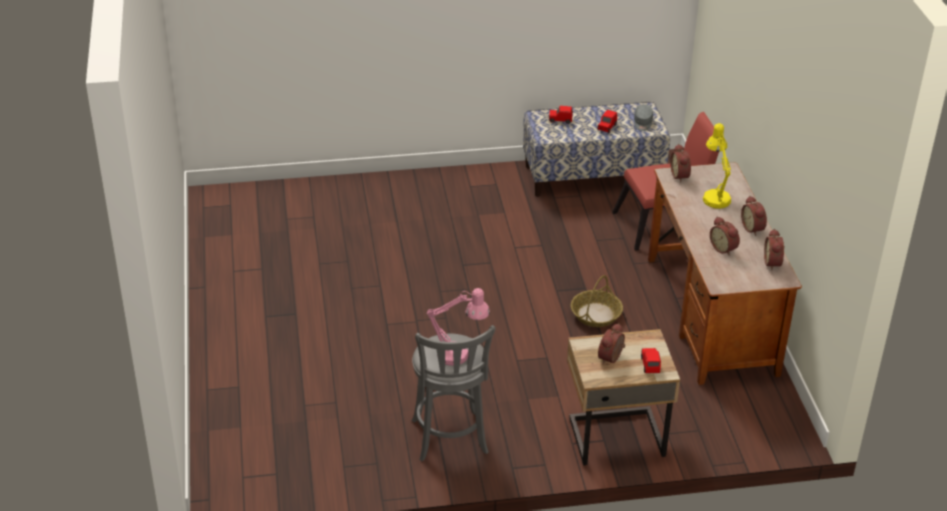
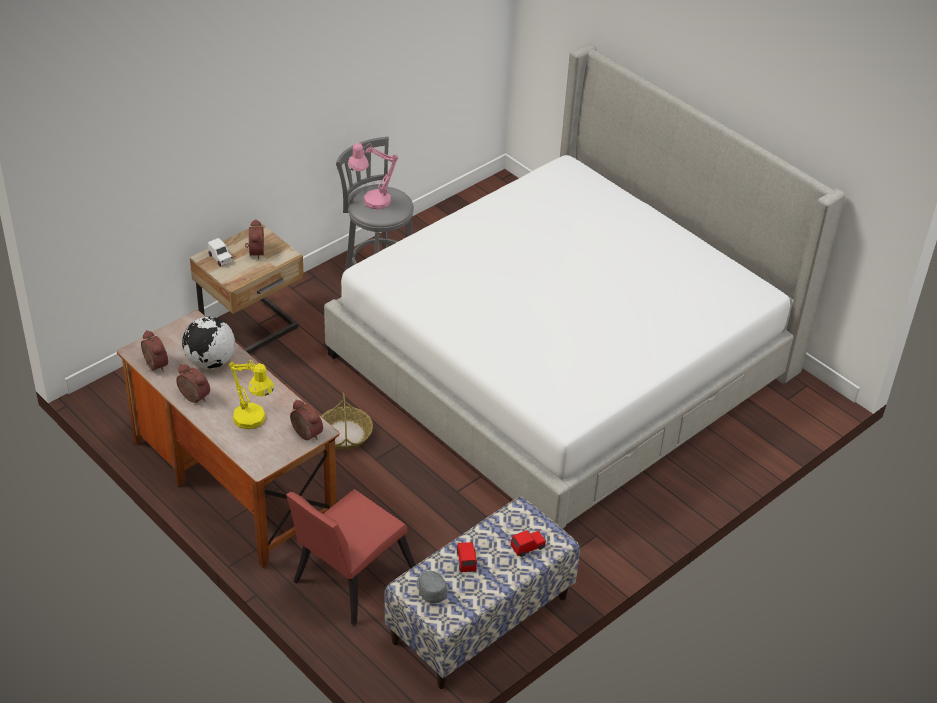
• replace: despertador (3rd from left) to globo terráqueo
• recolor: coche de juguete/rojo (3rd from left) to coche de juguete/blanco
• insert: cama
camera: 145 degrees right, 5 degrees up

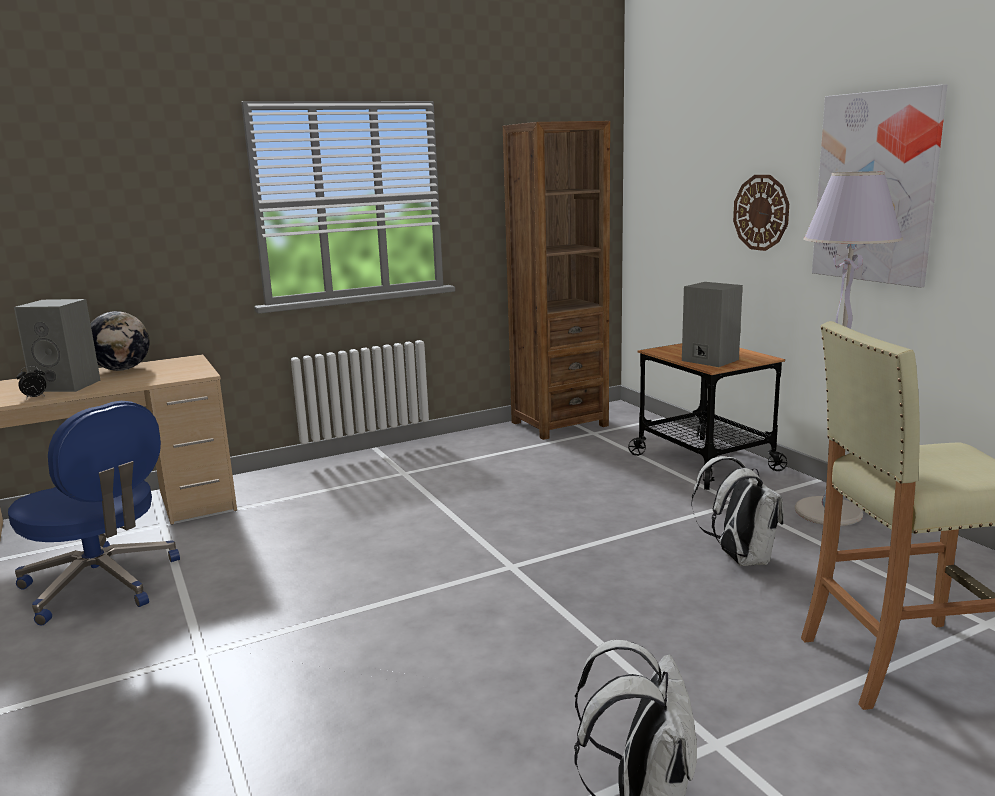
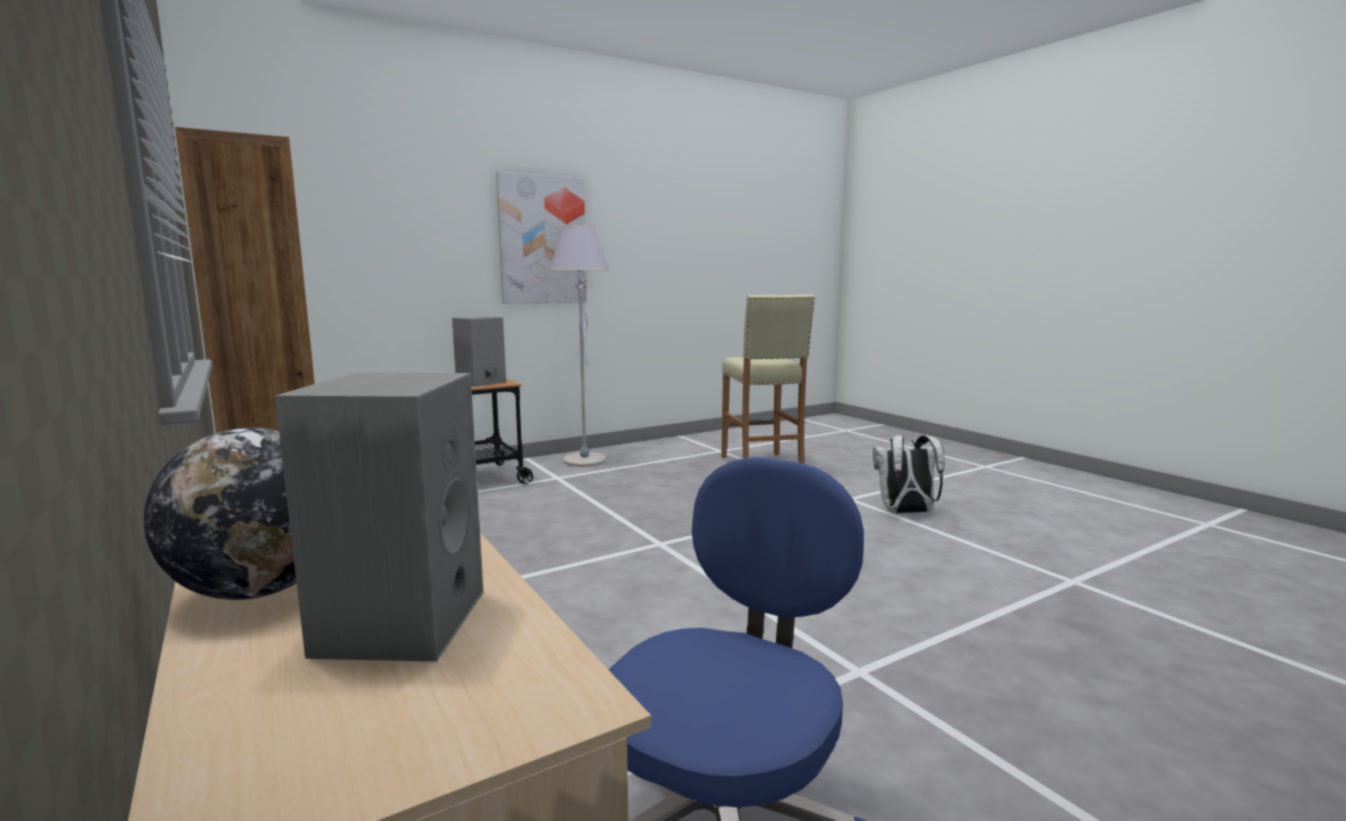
• delete: despertador
• delete: mochila/blanco (2nd from left)
• delete: reloj de pared
camera: 95 degrees left, 5 degrees down

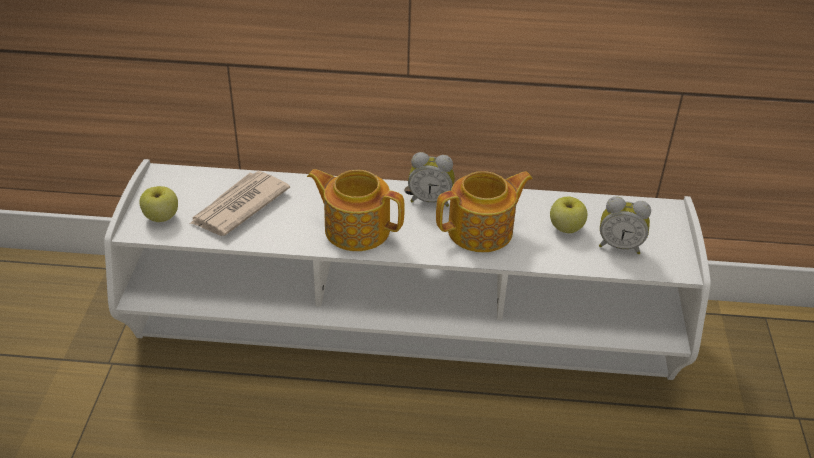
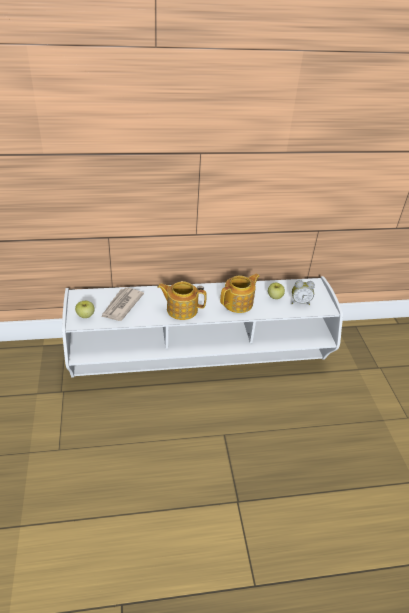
• delete: despertador (1st from left)
camera: 15 degrees left, 0 degrees up

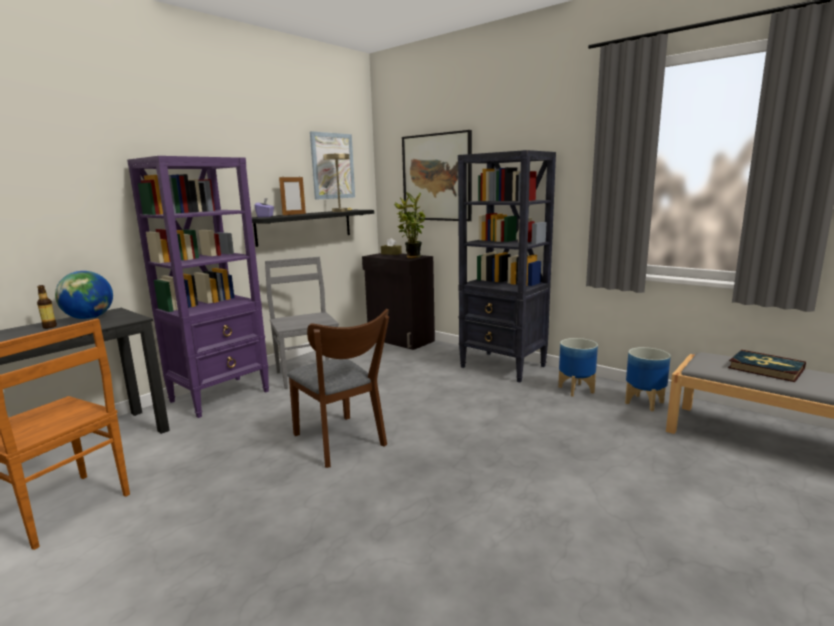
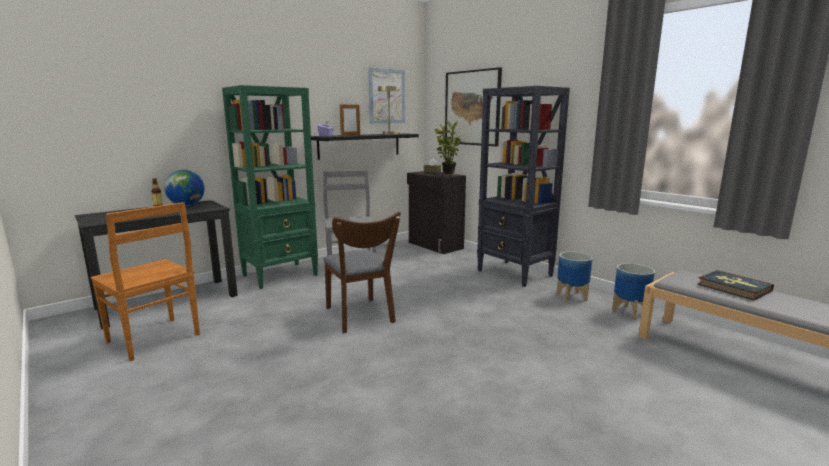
• recolor: estantería/morado to estantería/verde
camera: 10 degrees right, 0 degrees up

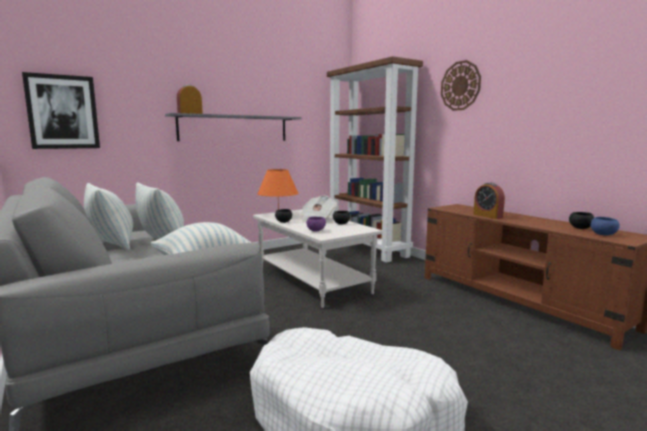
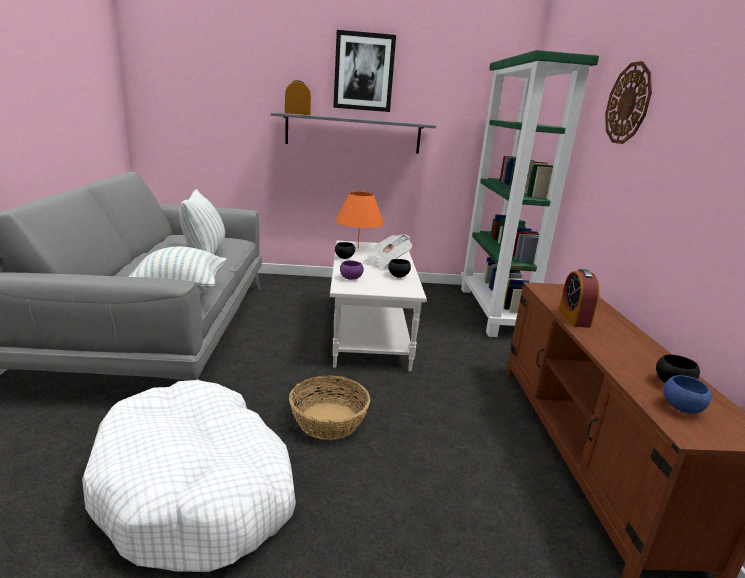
• insert: cesta
• move: cuadro
• recolor: estantería/marrón to estantería/verde
• delete: cojín (1st from left)
camera: 30 degrees right, 10 degrees up

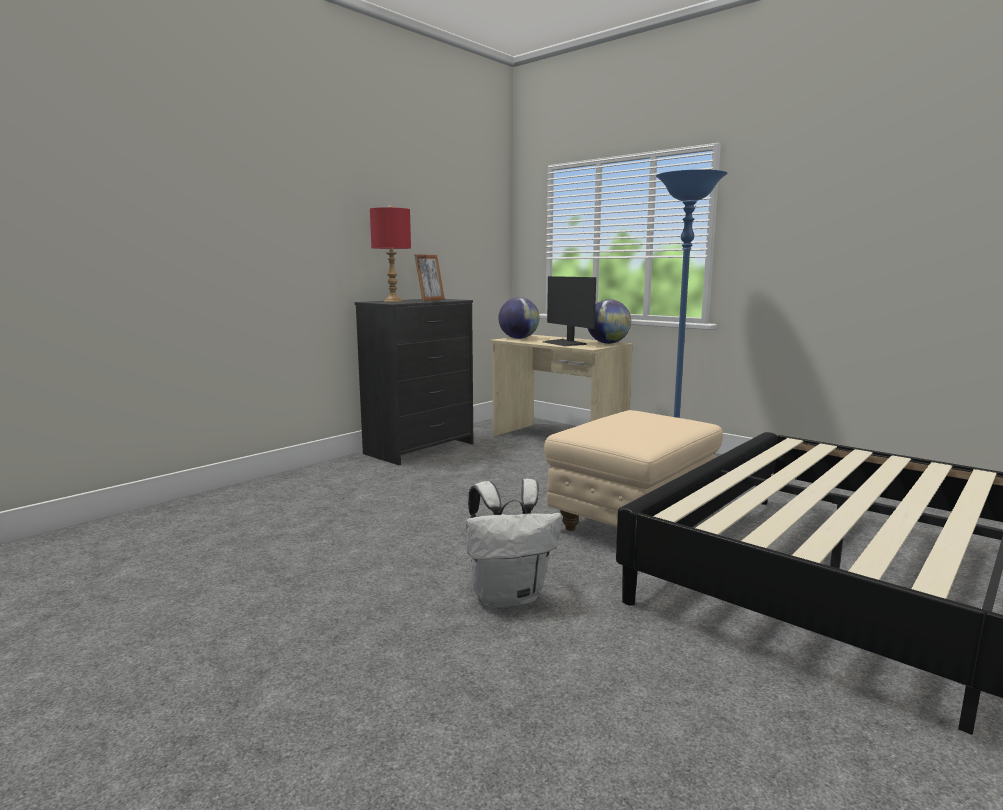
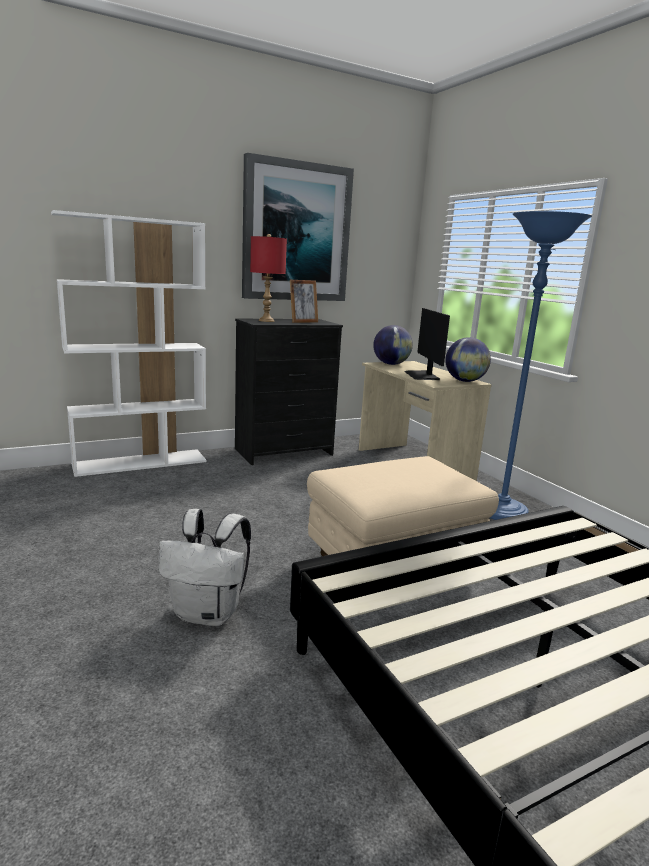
• insert: estantería/blanco
• insert: cuadro
camera: 20 degrees right, 5 degrees up

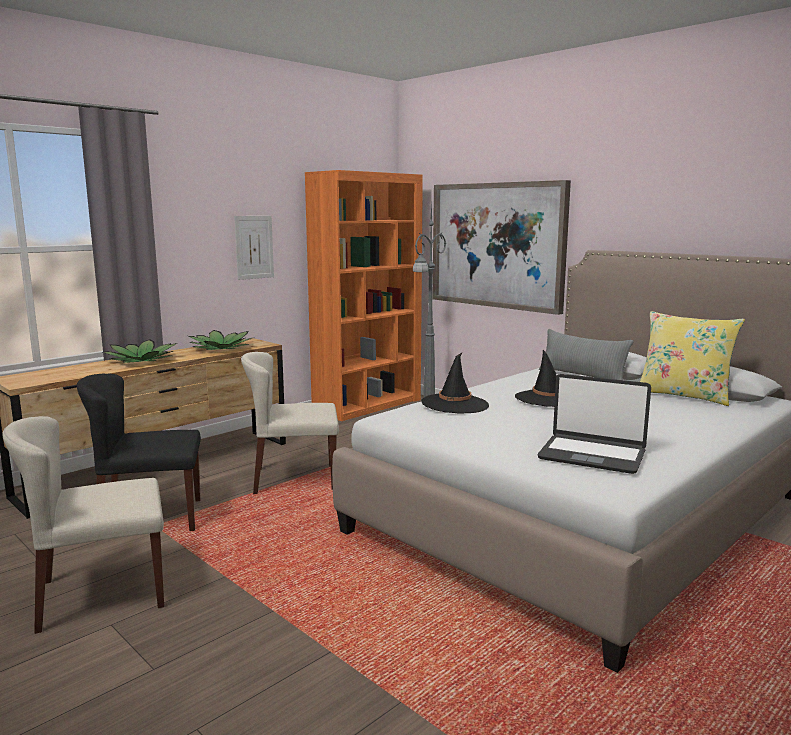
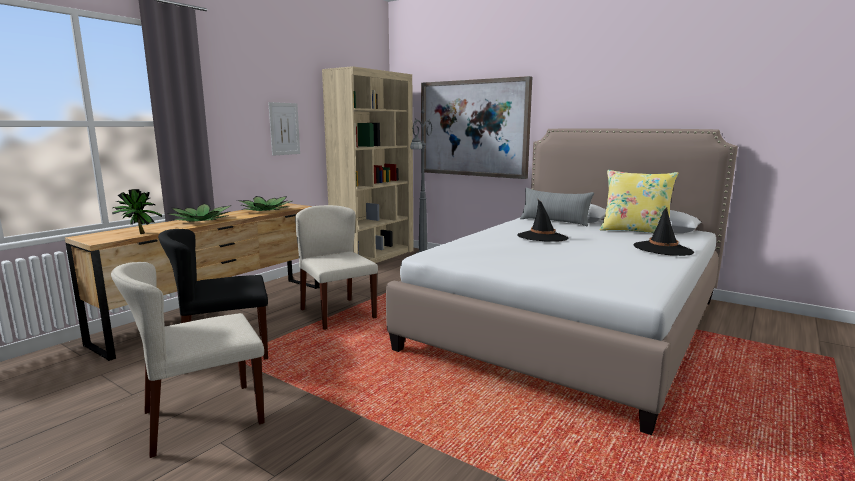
• insert: planta en maceta (1st from left)
• rotate: silla/beis (2nd from left) 75 degrees clockwise
• recolor: estantería/naranja to estantería/beis
• move: sombrero/negro (1st from left in the first image) to sombrero/negro (2nd from left)
• delete: portátil
camera: 10 degrees left, 0 degrees up

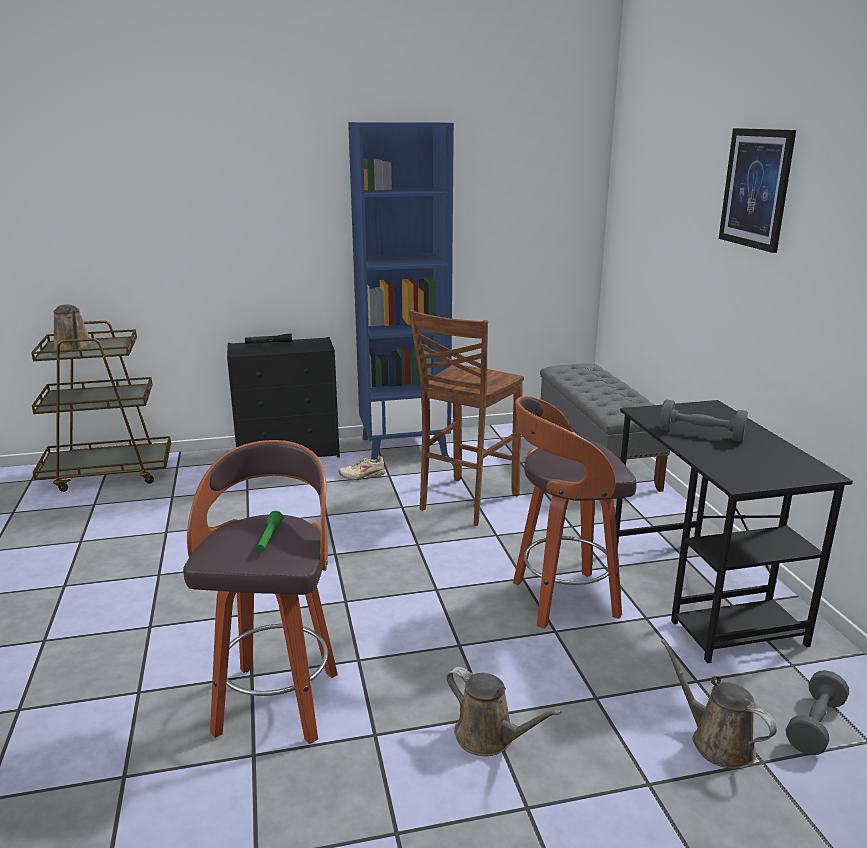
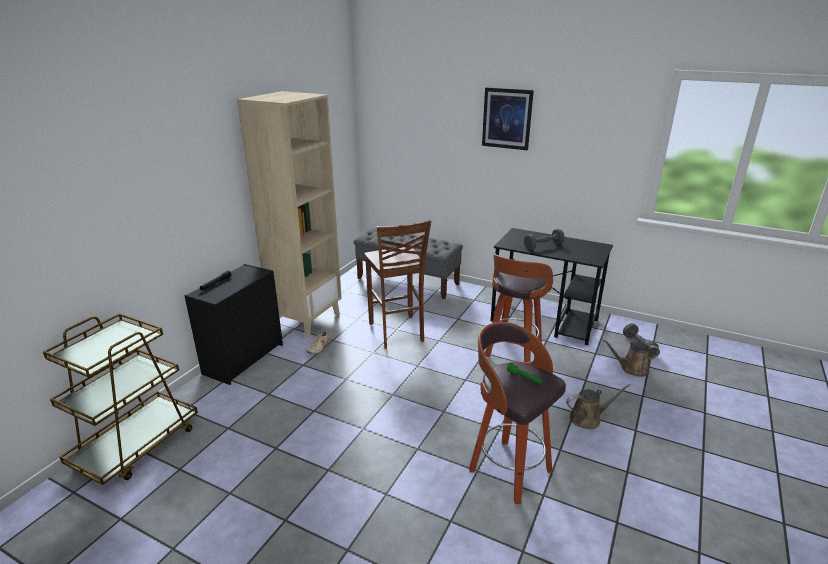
• recolor: estantería/azul to estantería/beis
• delete: regadera/marrón (1st from left)
camera: 50 degrees left, 5 degrees up

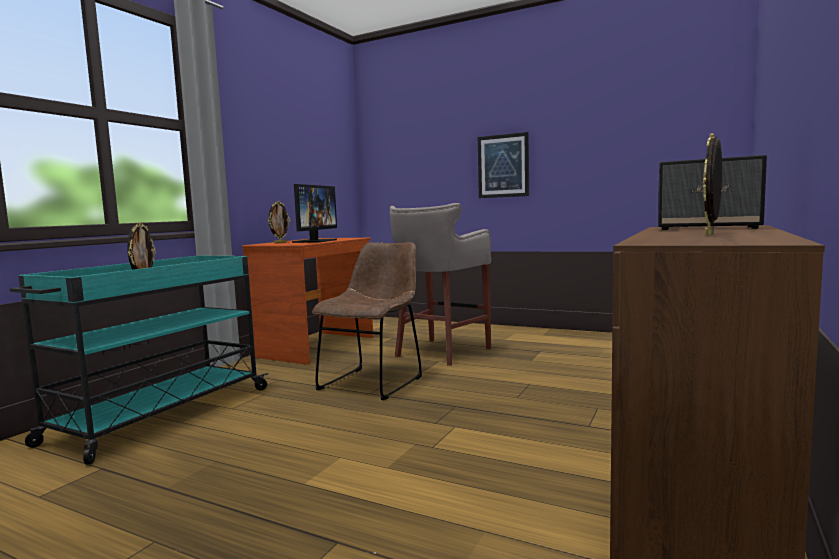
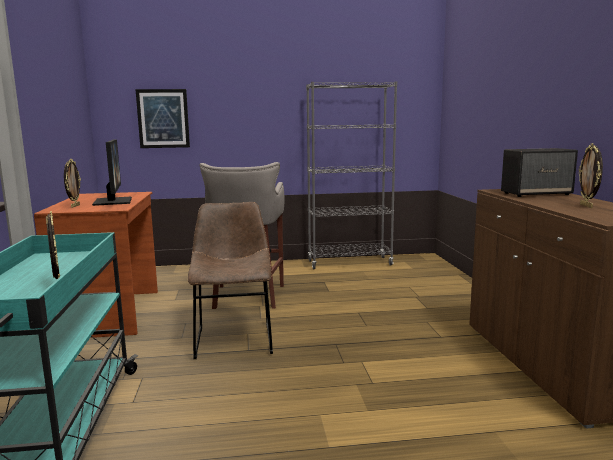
• move: cuadro
• insert: estantería/gris
camera: 35 degrees left, 5 degrees up

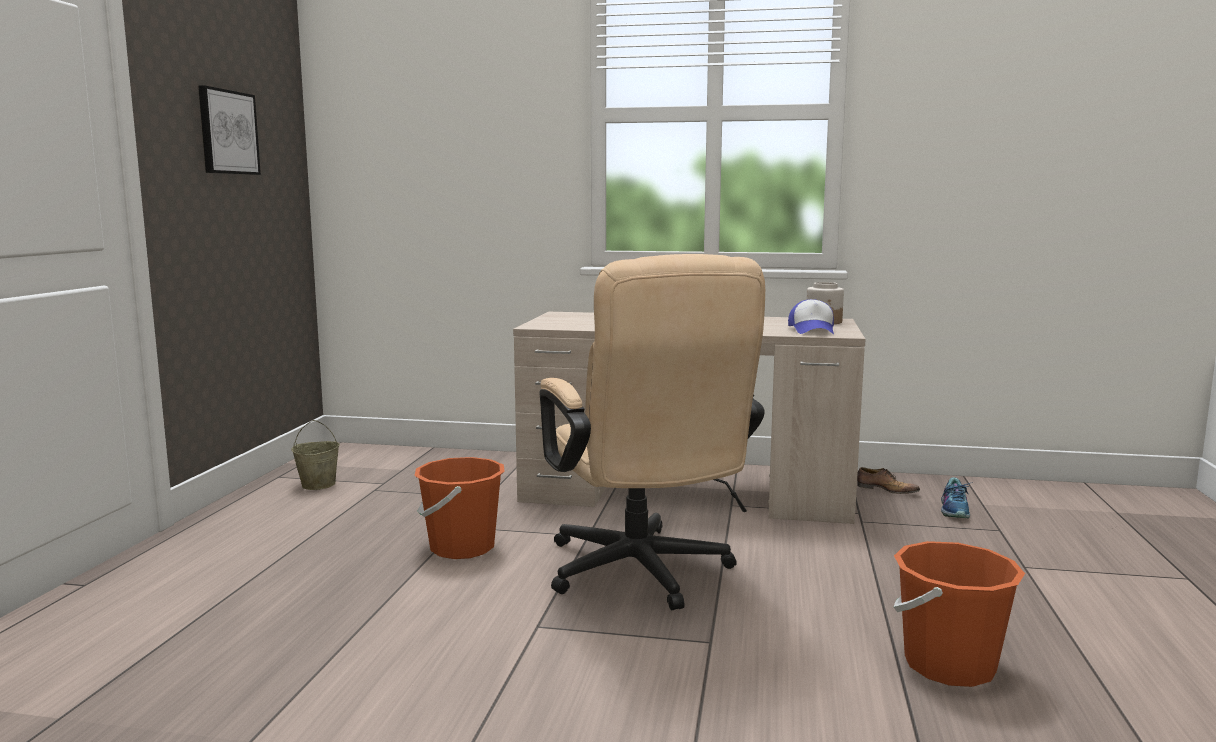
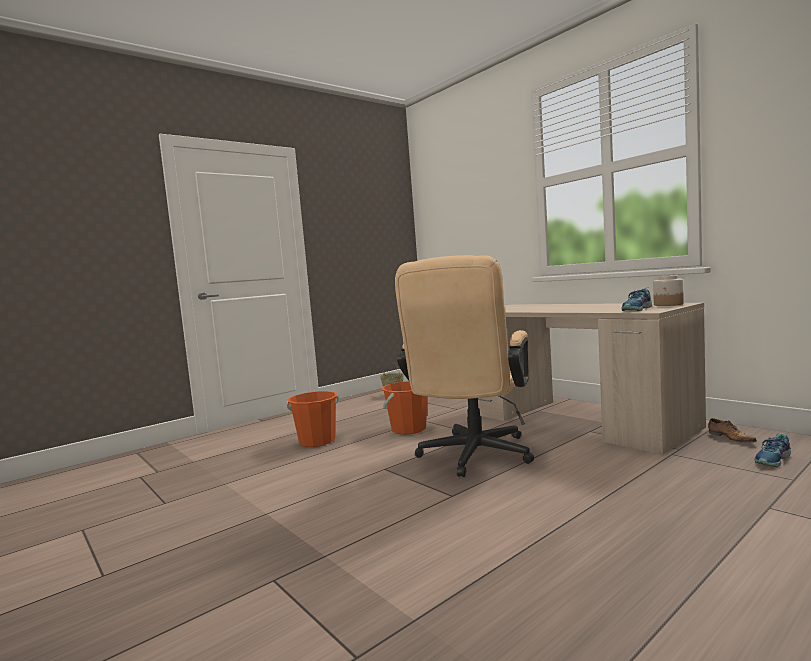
• move: cubo/naranja (2nd from left in the first image) to cubo/naranja (1st from left)
• replace: gorra to zapato (1st from left)
• delete: cuadro
camera: 40 degrees right, 5 degrees down

